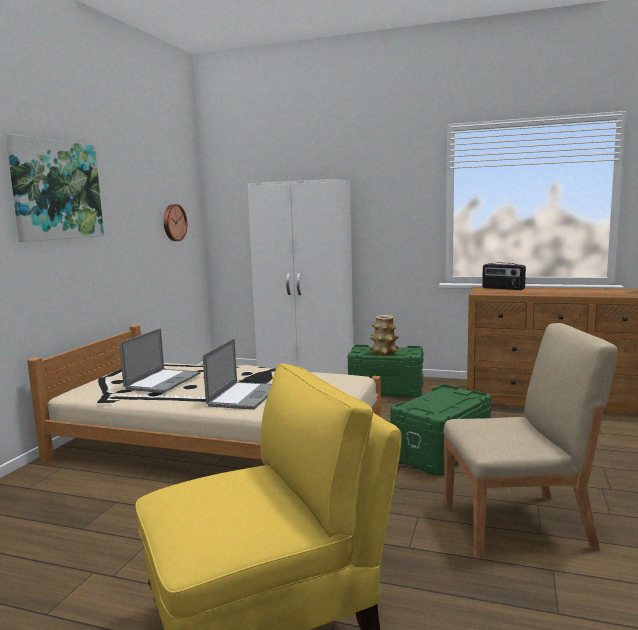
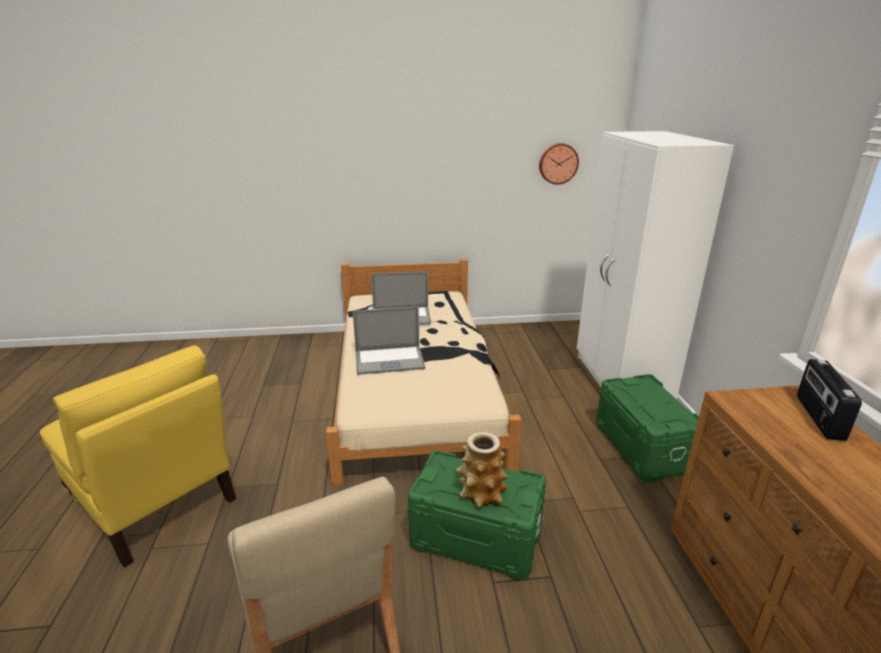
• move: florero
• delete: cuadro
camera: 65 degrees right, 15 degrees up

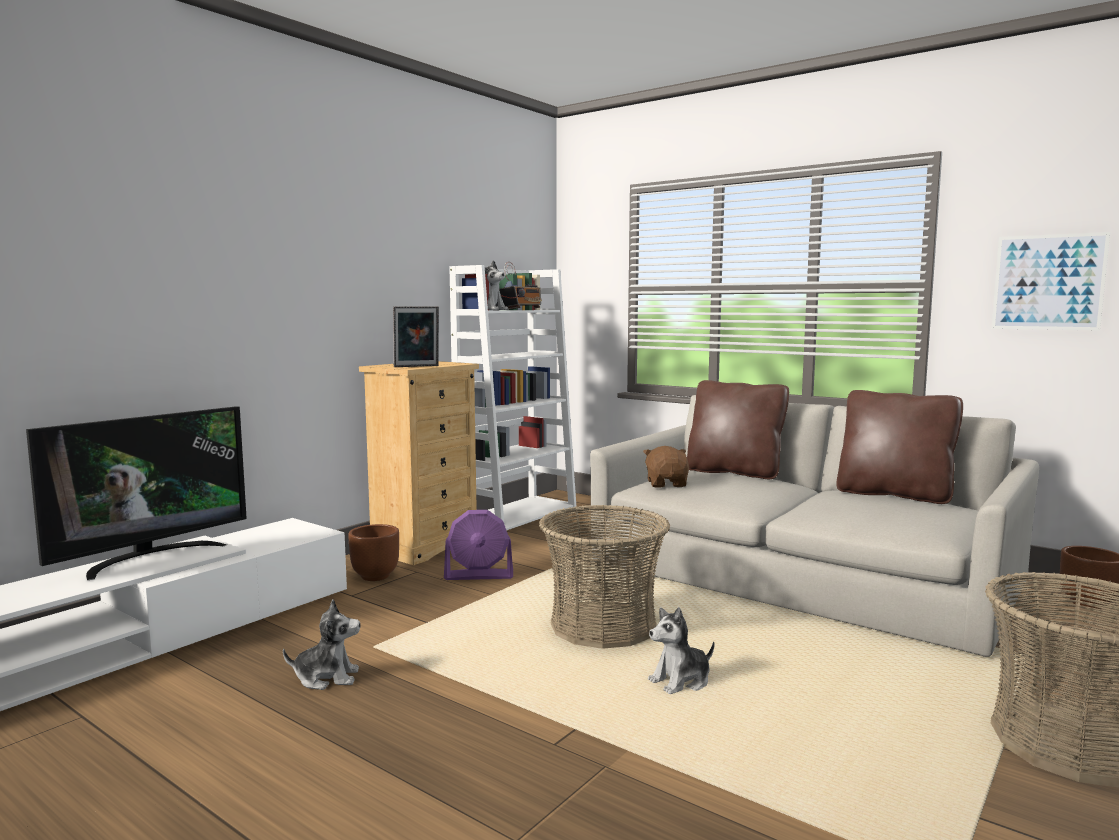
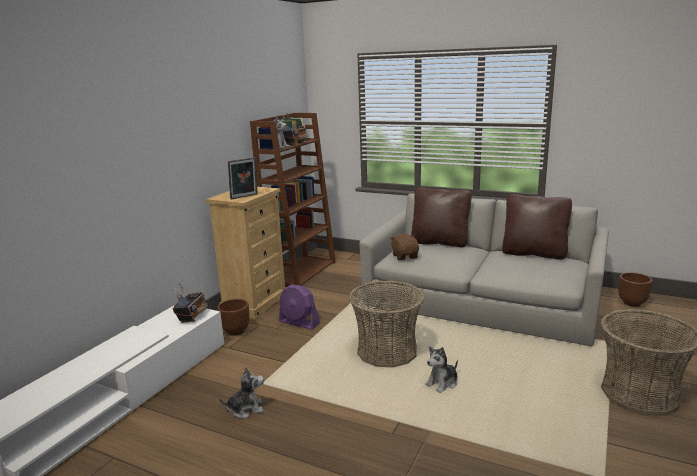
• insert: radio (1st from left)
• recolor: estantería/blanco to estantería/marrón
• rotate: ventilador/morado 45 degrees clockwise
• delete: televisor
• delete: cuadro
camera: 10 degrees left, 10 degrees up

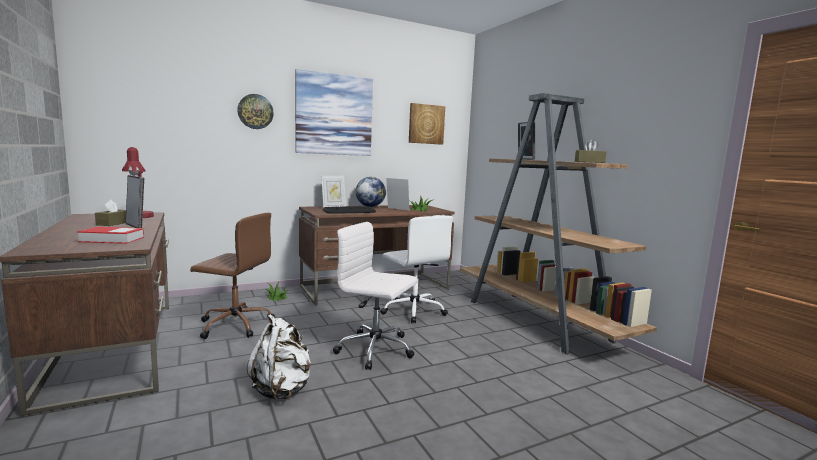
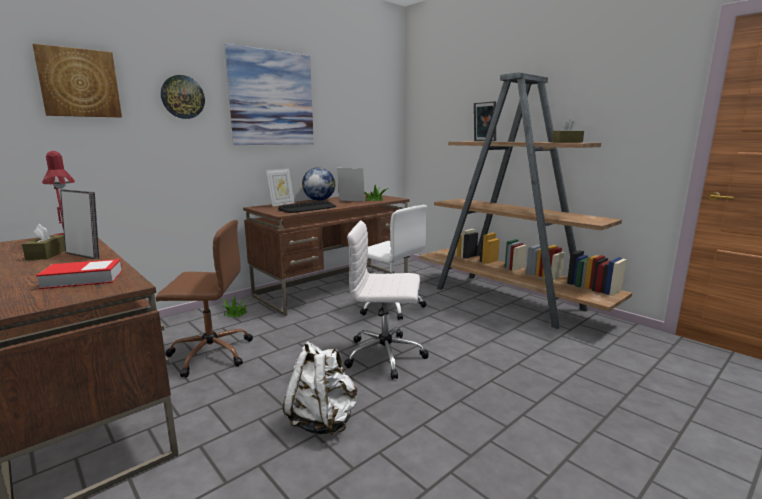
• move: cuadro (2nd from left in the first image) to cuadro (1st from left)
camera: 15 degrees left, 5 degrees up

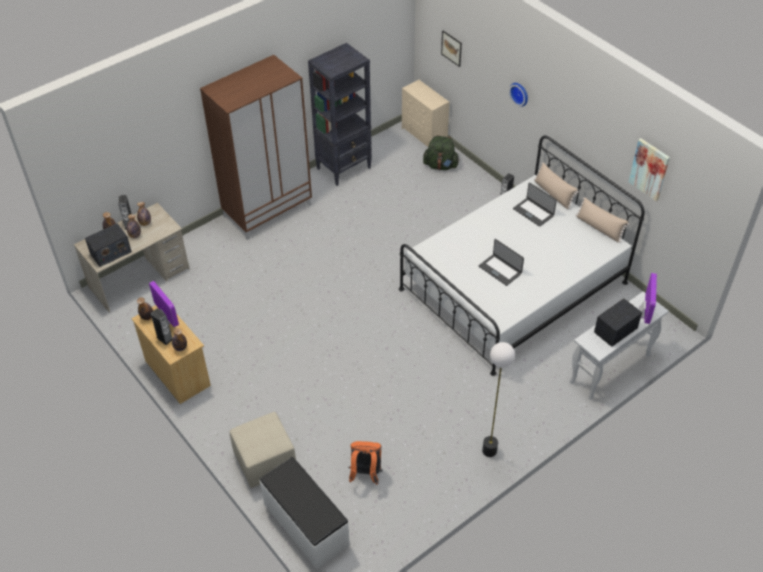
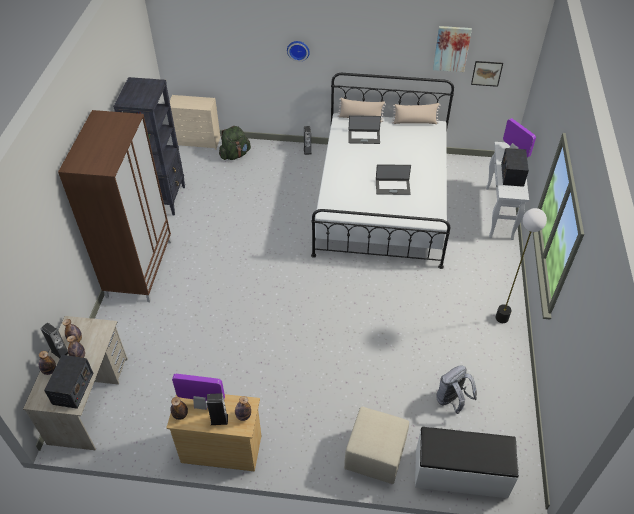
• recolor: mochila/naranja to mochila/gris
• move: cuadro (1st from left in the first image) to cuadro (2nd from left)
camera: 45 degrees left, 0 degrees up

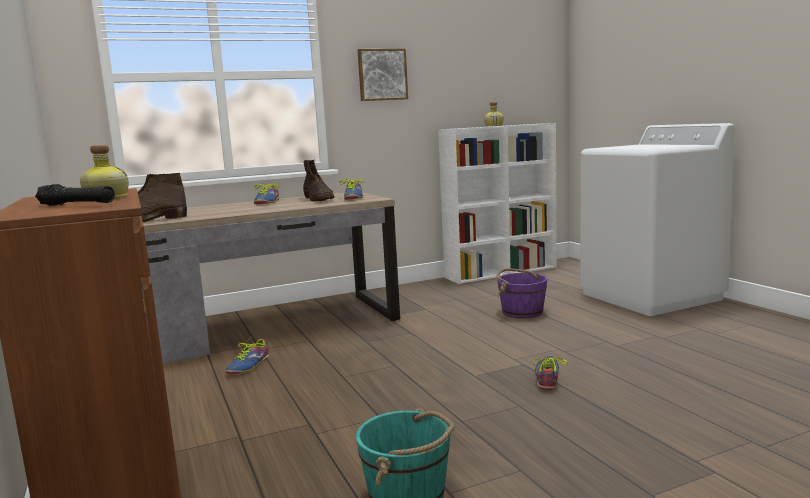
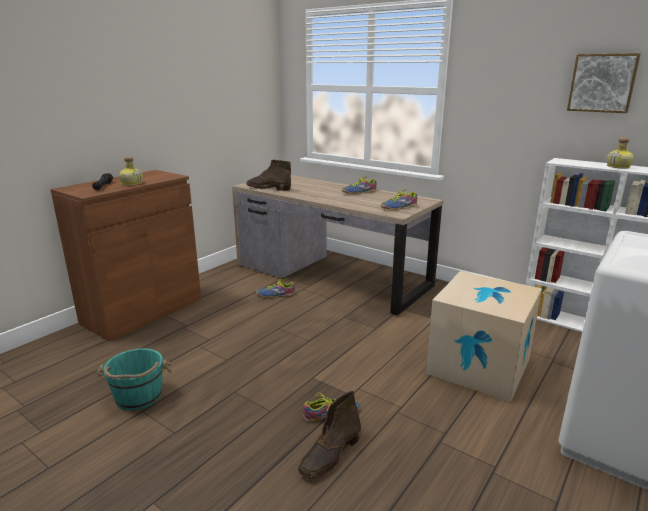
• move: bota/marrón (2nd from left)
• replace: cubo/morado to caja de cartón
• move: cuadro
camera: 60 degrees right, 10 degrees up

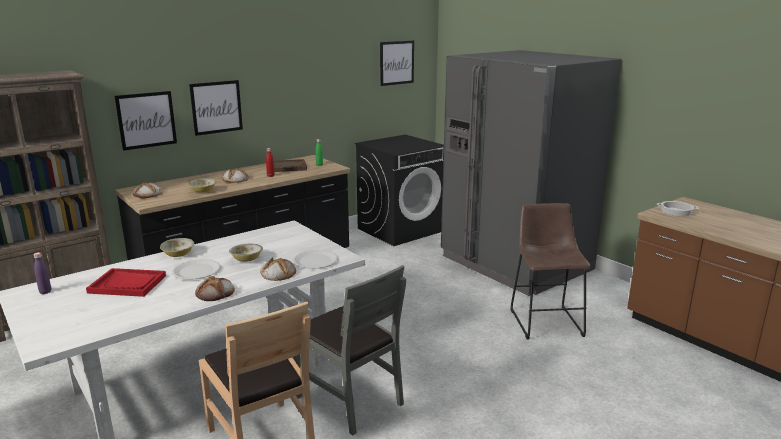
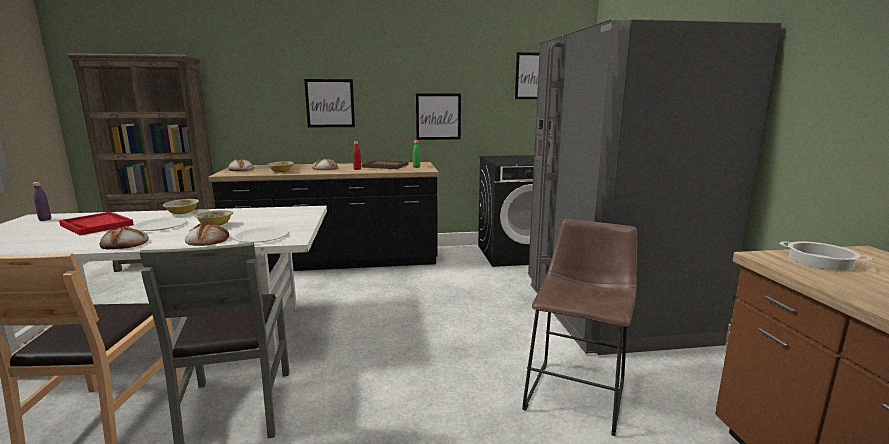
• move: cuadro (1st from left in the first image) to cuadro (2nd from left)
camera: 30 degrees right, 5 degrees down

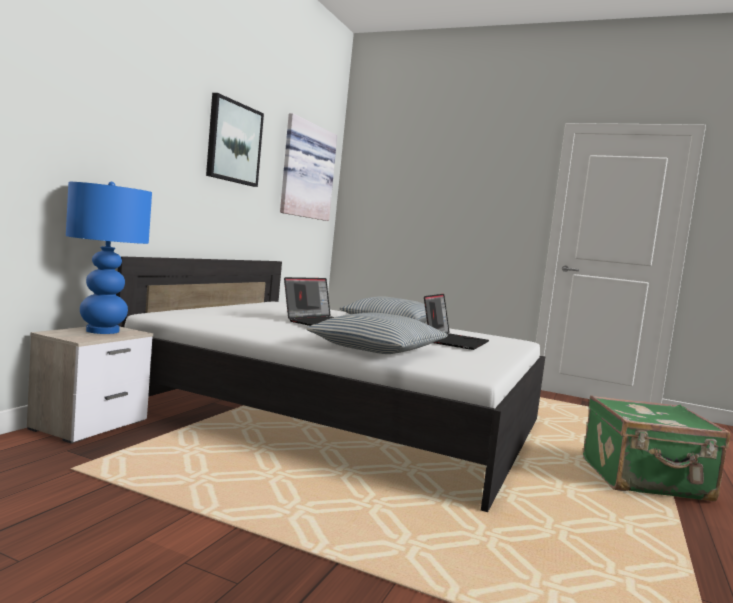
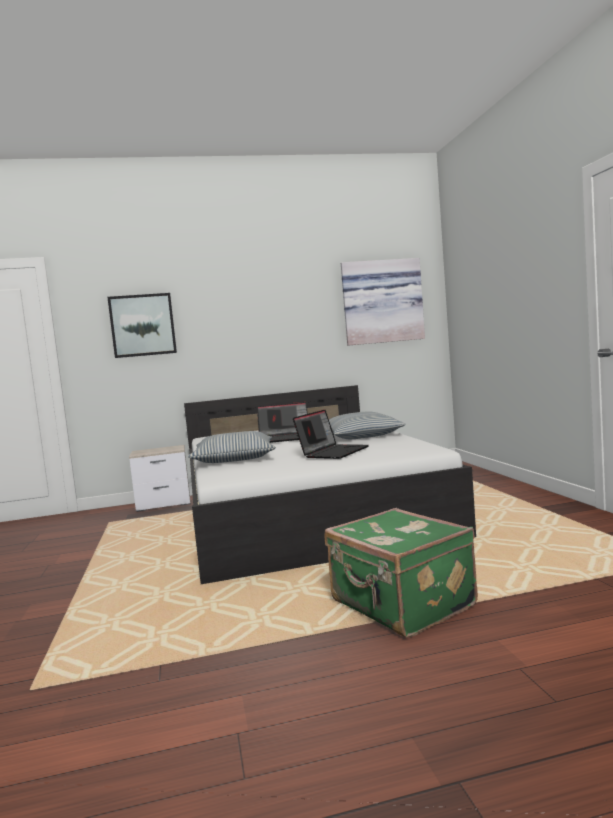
• move: cuadro (1st from left)
• rotate: portátil (2nd from left) 45 degrees counterclockwise
• delete: lámpara de mesa/azul
camera: 55 degrees right, 0 degrees up

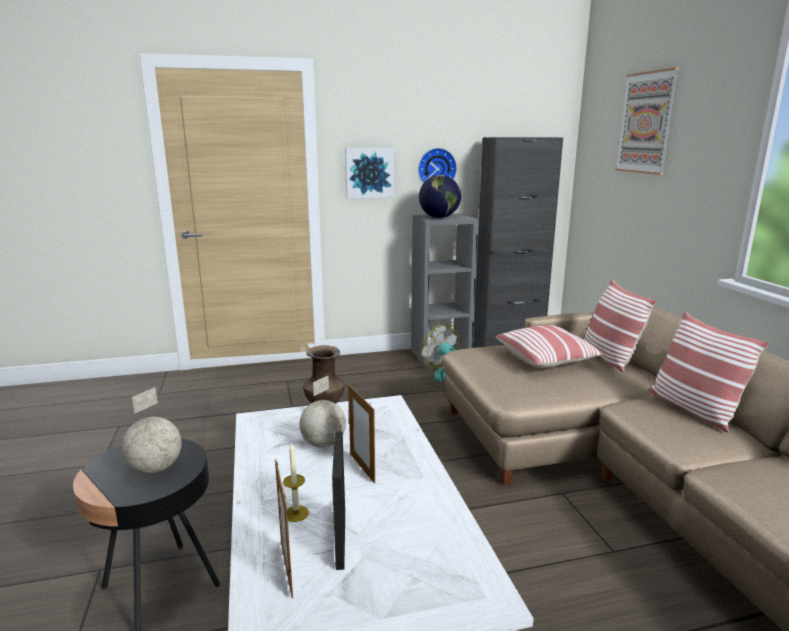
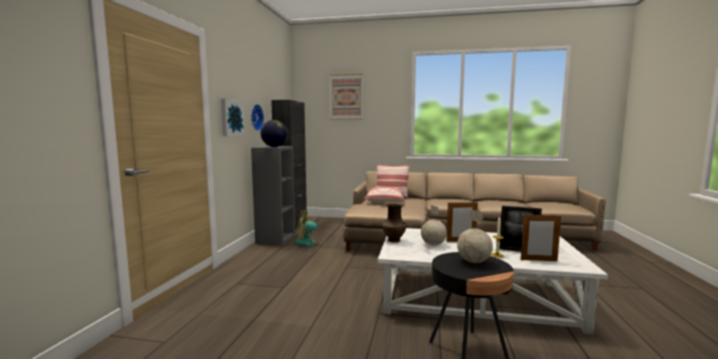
• delete: cojín (3rd from left)
camera: 65 degrees left, 10 degrees down

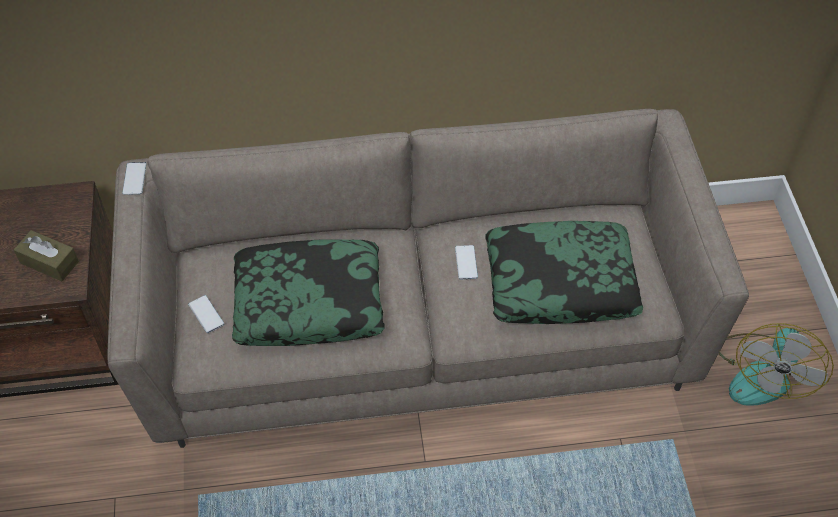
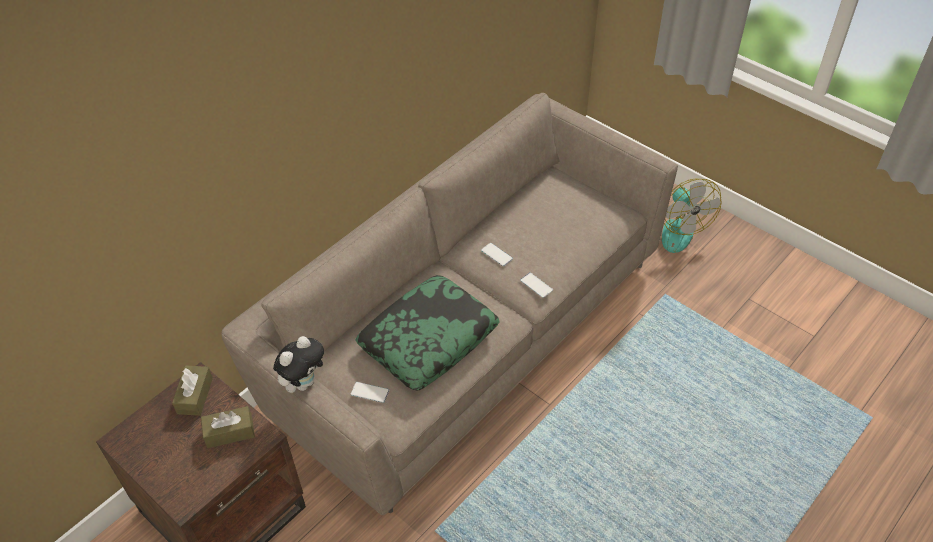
• insert: caja de pañuelos/marrón (1st from left)
• insert: peluche
• move: móvil (1st from left in the first image) to móvil (3rd from left)
• delete: cojín (2nd from left)
camera: 40 degrees left, 5 degrees down

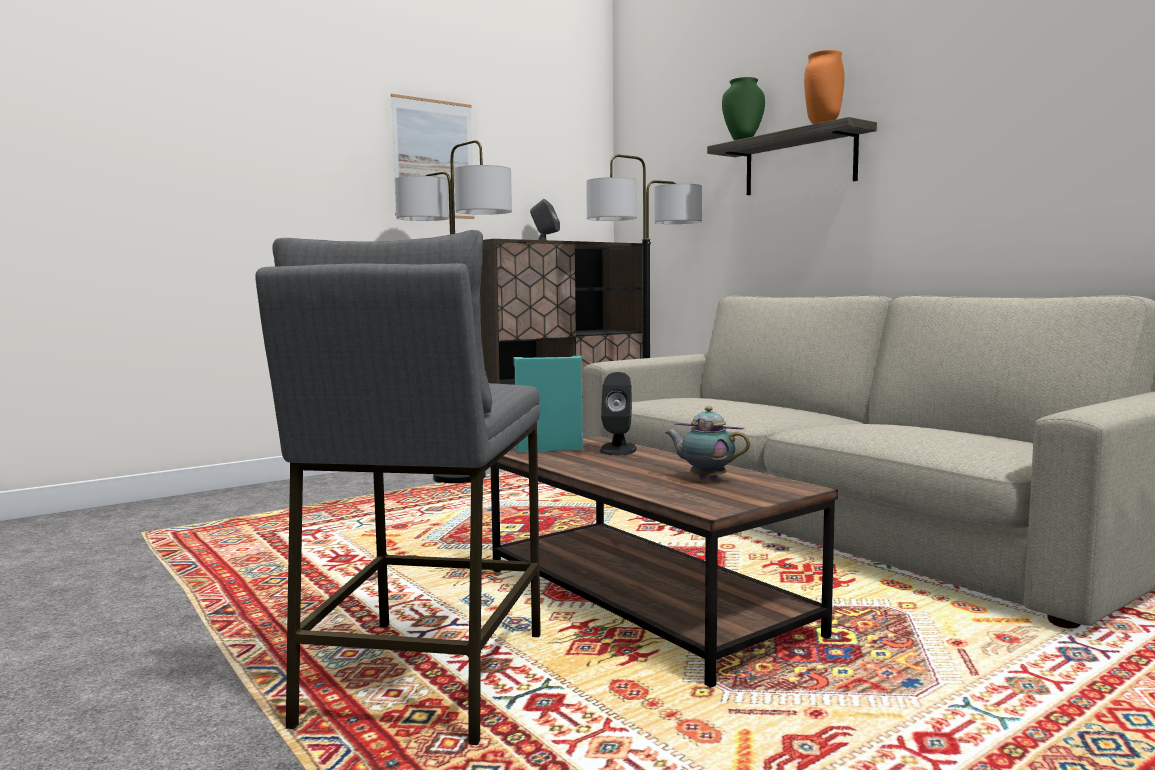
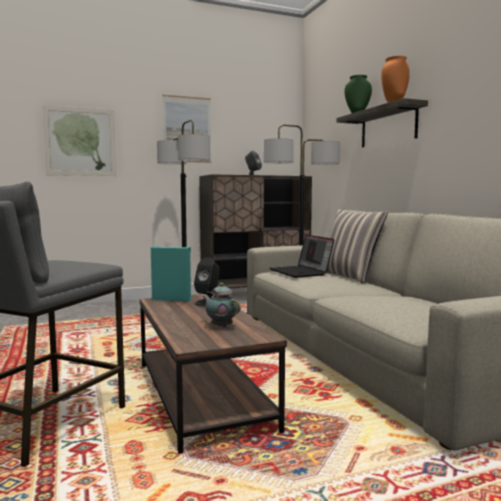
• insert: cuadro (1st from left)
• insert: portátil
• insert: cojín
camera: 15 degrees right, 0 degrees up

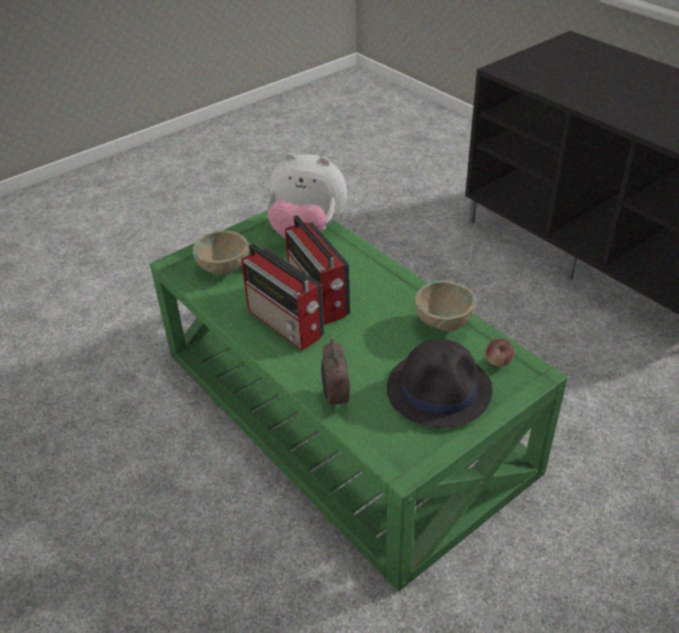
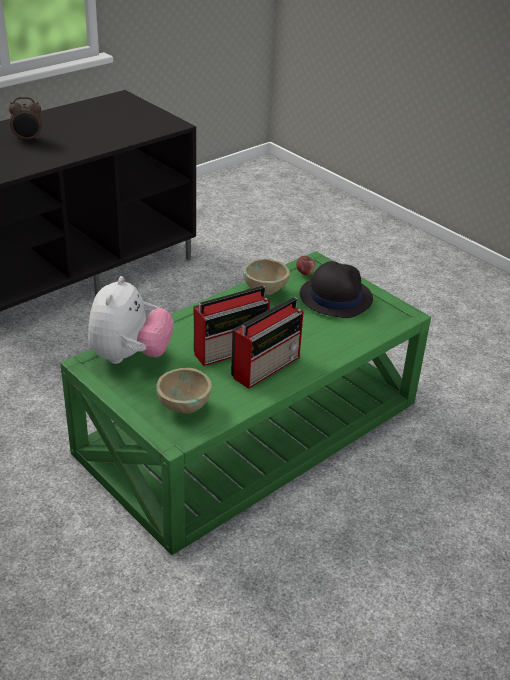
• move: despertador
camera: 95 degrees left, 5 degrees down

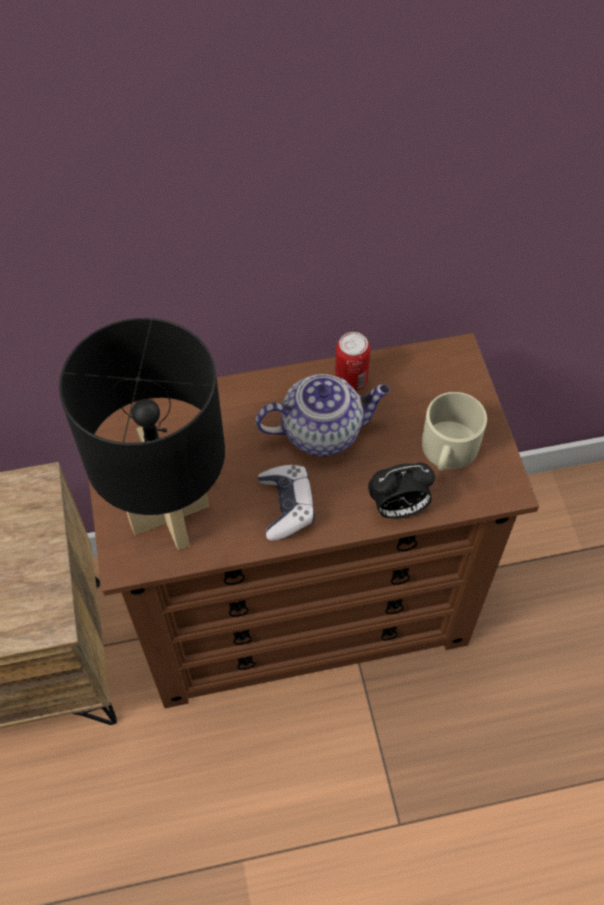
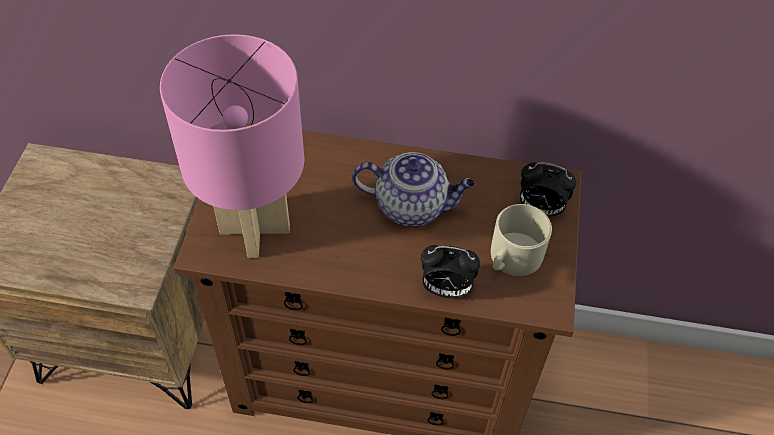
• recolor: lámpara de mesa/negro to lámpara de mesa/rosa
• insert: despertador (2nd from left)
• delete: mando de consola
• delete: lata
camera: 20 degrees right, 5 degrees down

